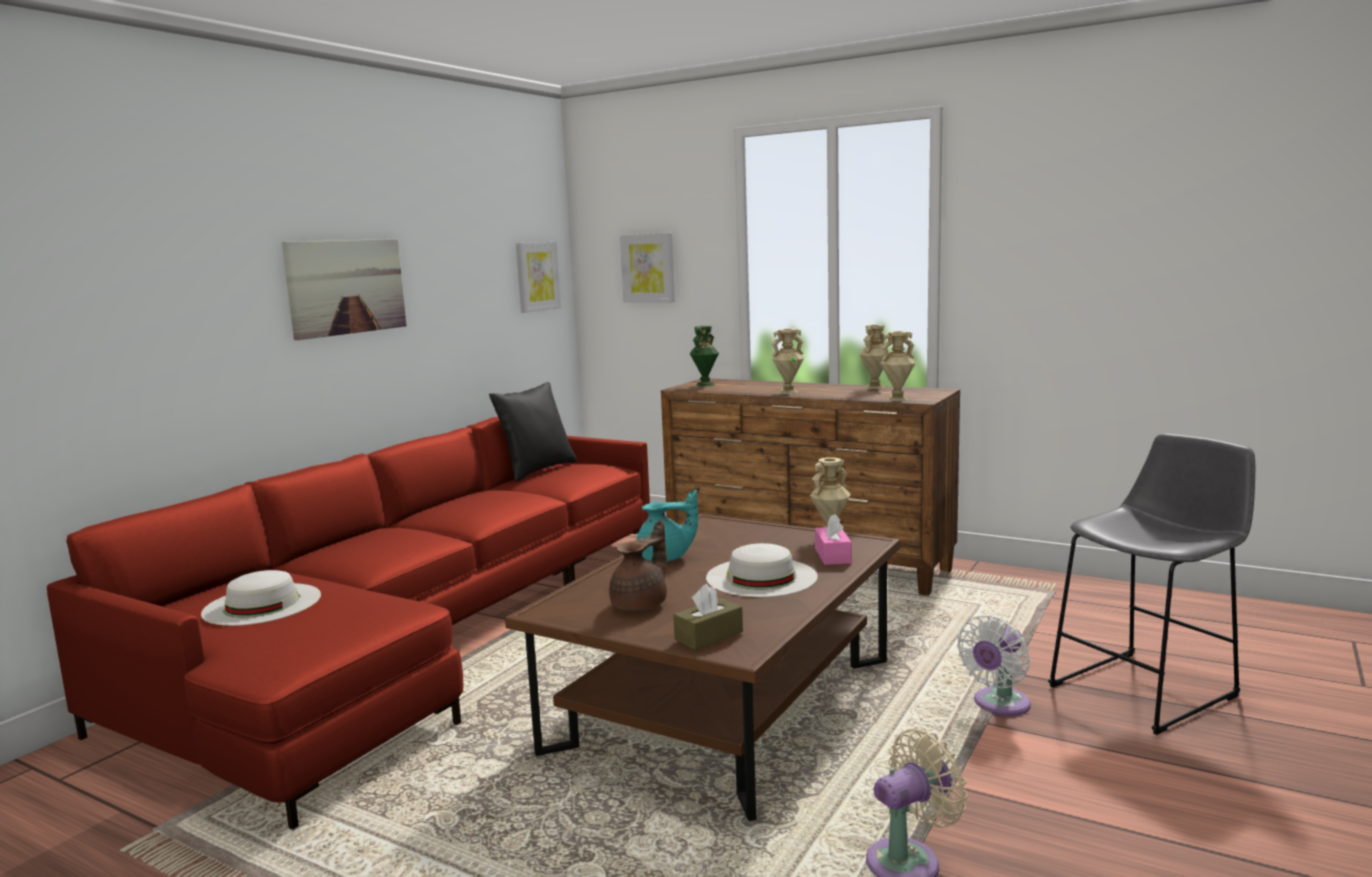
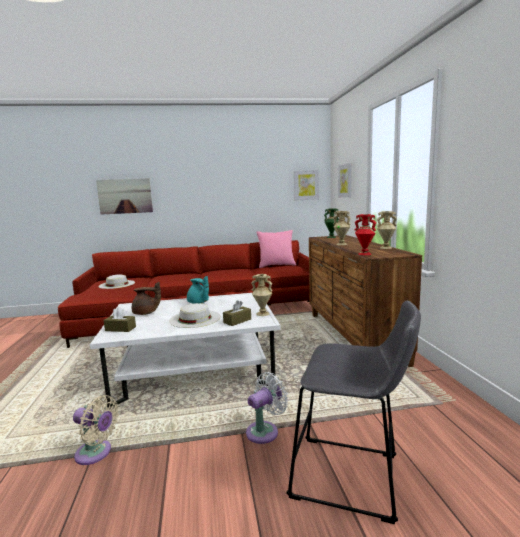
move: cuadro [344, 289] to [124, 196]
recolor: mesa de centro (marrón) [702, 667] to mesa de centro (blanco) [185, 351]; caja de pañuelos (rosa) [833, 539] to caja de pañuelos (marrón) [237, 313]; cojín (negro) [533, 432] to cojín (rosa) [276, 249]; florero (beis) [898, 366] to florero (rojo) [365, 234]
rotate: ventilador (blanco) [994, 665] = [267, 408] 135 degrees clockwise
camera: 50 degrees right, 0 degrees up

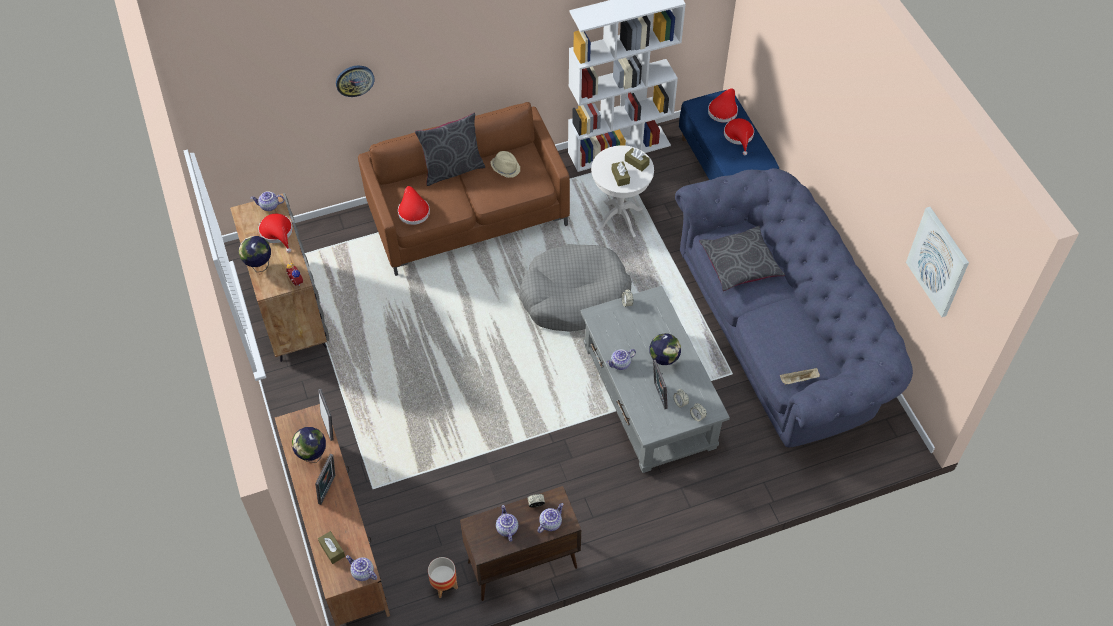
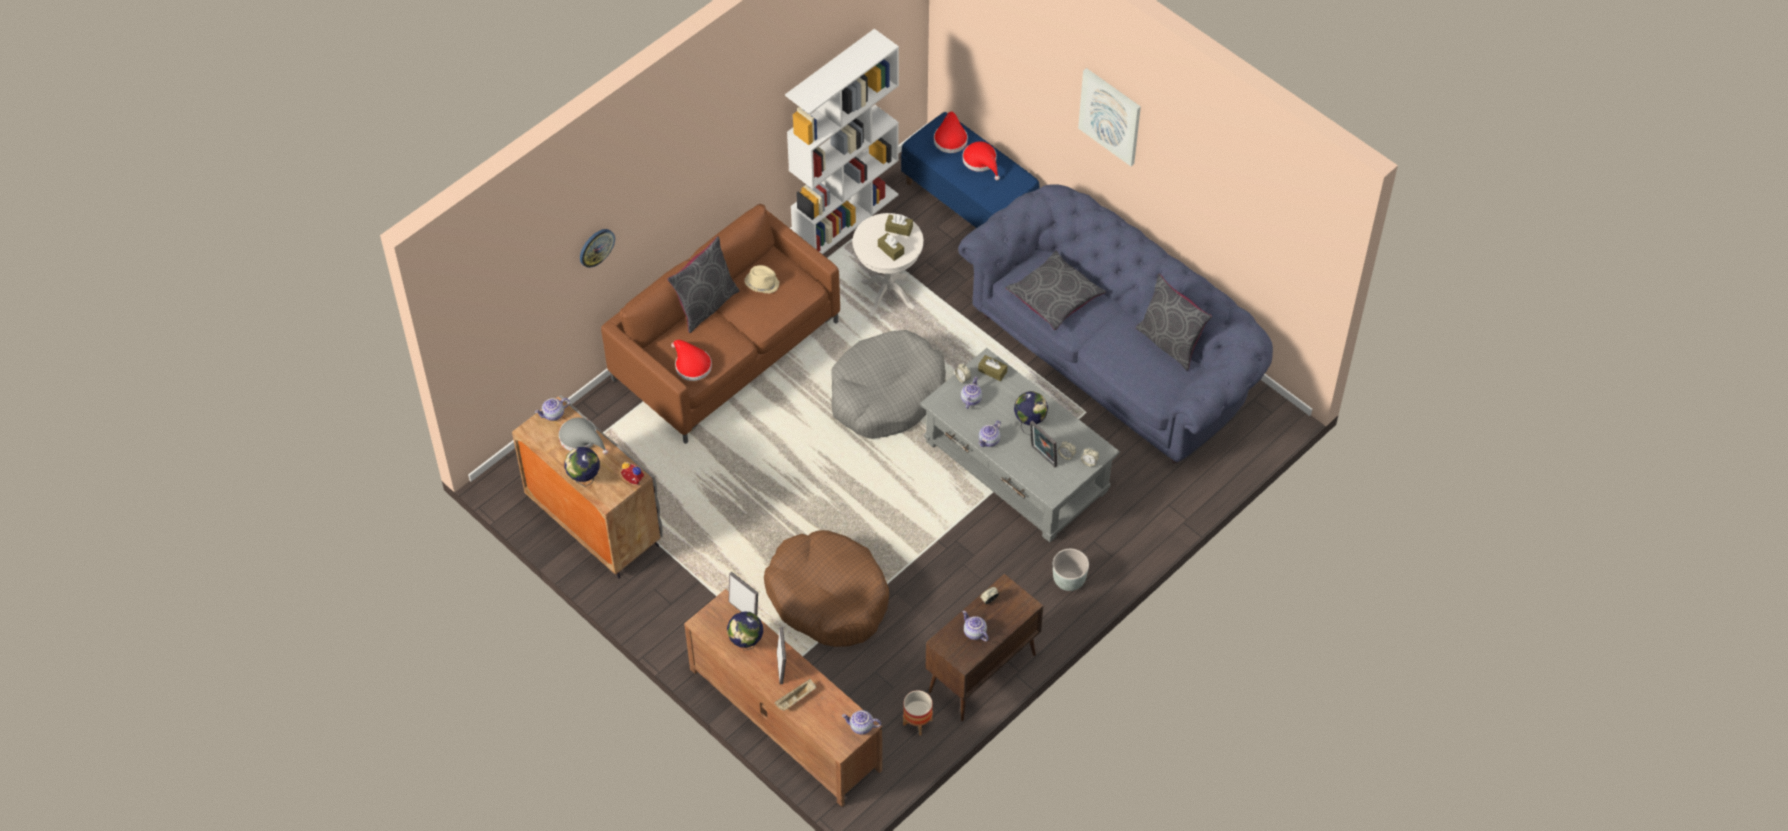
insert: cama para perro (marrón) [826, 588]; maceta (gris) [1071, 570]; cojín (gris) [1174, 322]
move: bandeja (beis) [800, 376] to [795, 695]; tetera [551, 518] to [971, 392]; caja de pañuelos (marrón) [331, 547] to [993, 368]; cuadro [937, 262] to [1109, 117]
recolor: sombrero (rojo) [275, 233] to sombrero (gris) [583, 436]
camera: 25 degrees left, 0 degrees up

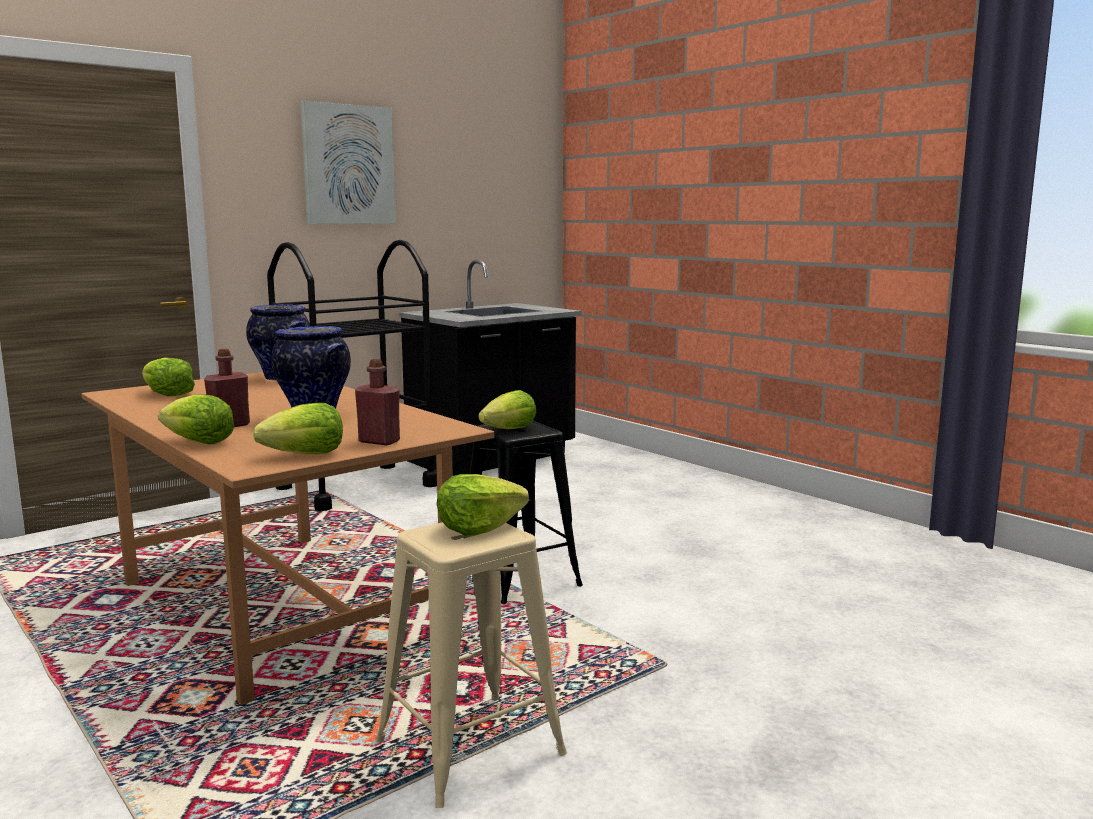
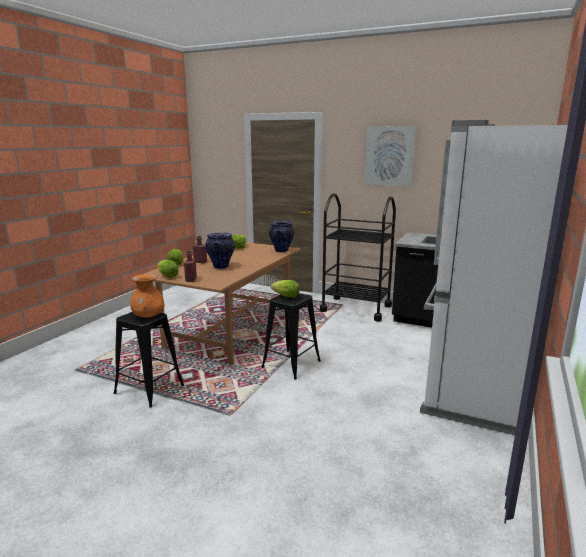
insert: nevera (blanco) [494, 277]
replace: lechuga [483, 505] to florero (naranja) [147, 296]
recolor: taburete (beis) [471, 665] to taburete (negro) [149, 359]
camera: 65 degrees right, 5 degrees up

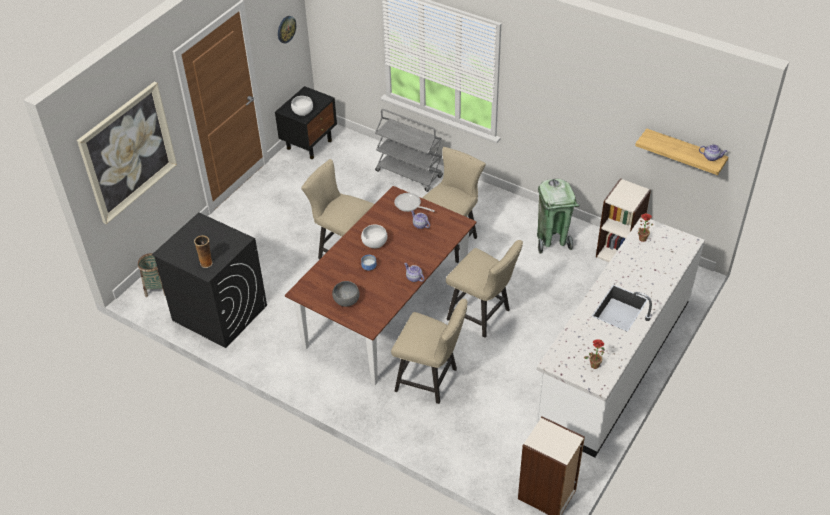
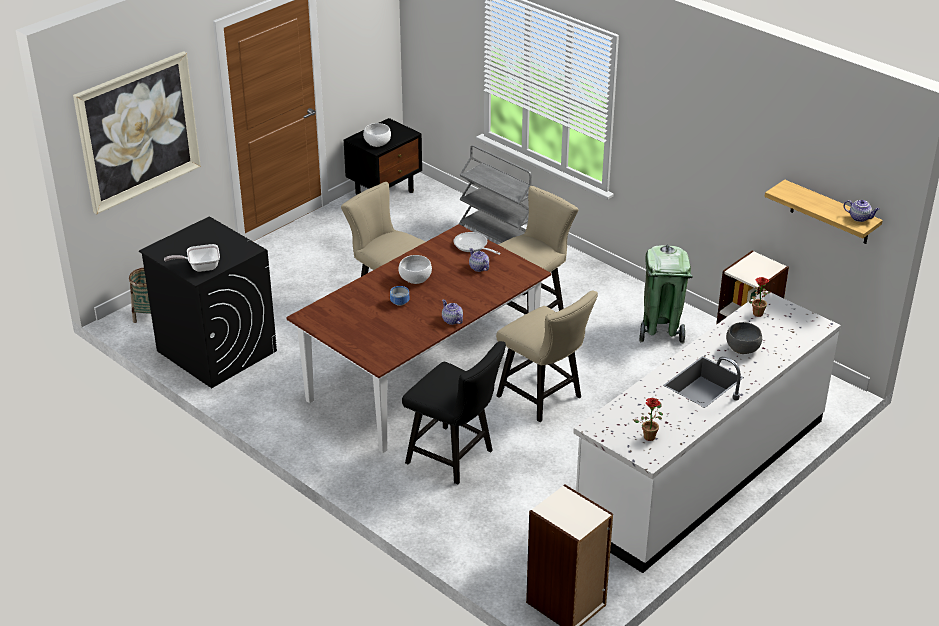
delete: reloj de pared [287, 29]
move: cuenco (gris) [346, 294] to [744, 338]
replace: florero [203, 251] to sartén [192, 258]
recolor: silla (beis) [429, 351] to silla (negro) [454, 413]
camera: 10 degrees right, 10 degrees down

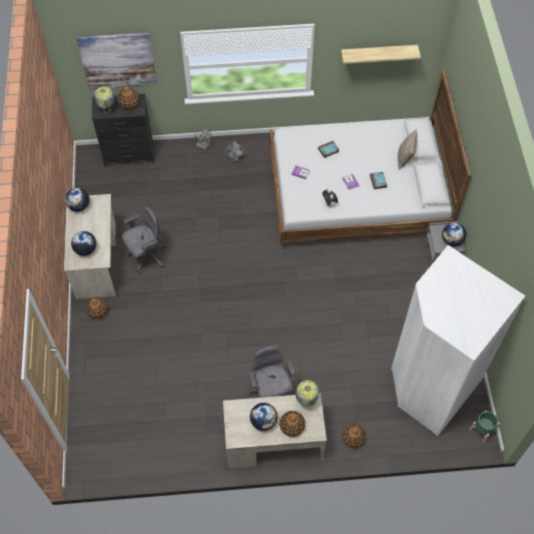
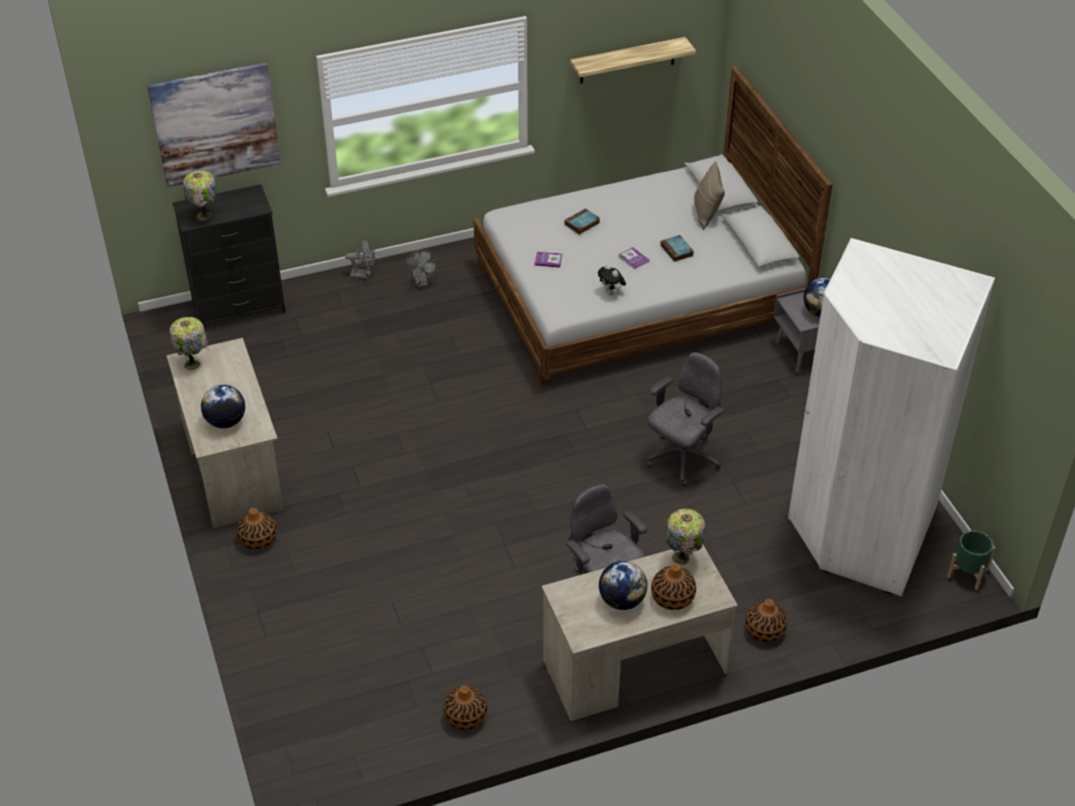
move: florero [128, 97] to [465, 707]; silla de oficina (gris) [144, 240] to [685, 419]
replace: globo terráqueo [77, 200] to lámpara de mesa [188, 343]
camera: 15 degrees left, 15 degrees down

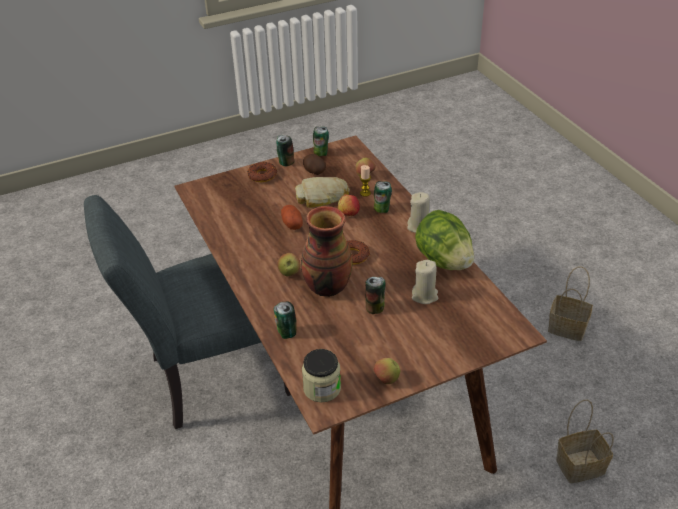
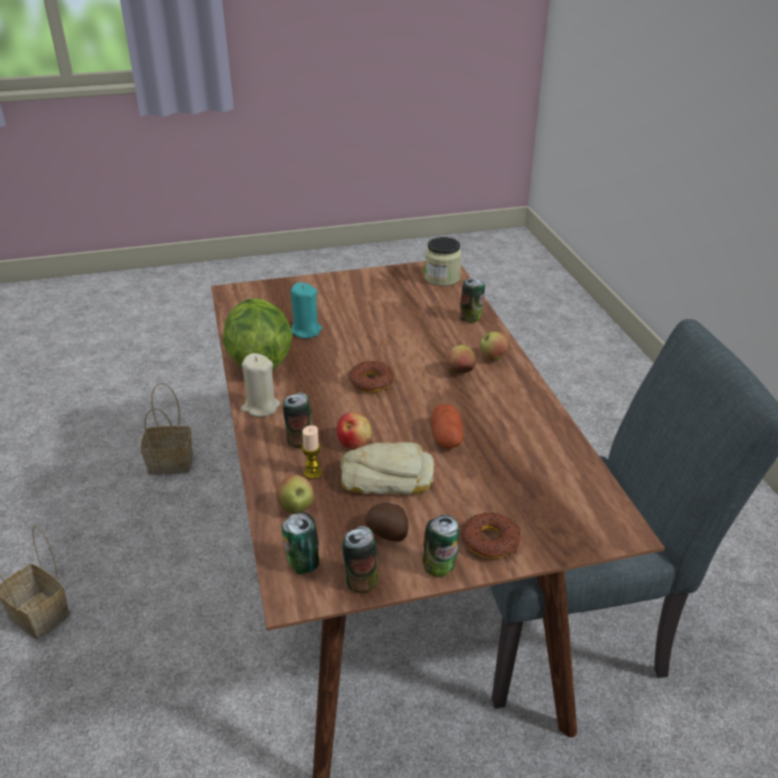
delete: florero [326, 251]
move: lata [376, 295] to [300, 543]; manzana [387, 371] to [495, 346]
recolor: vela (beis) [425, 282] to vela (turquesa) [306, 310]
camera: 170 degrees left, 5 degrees down

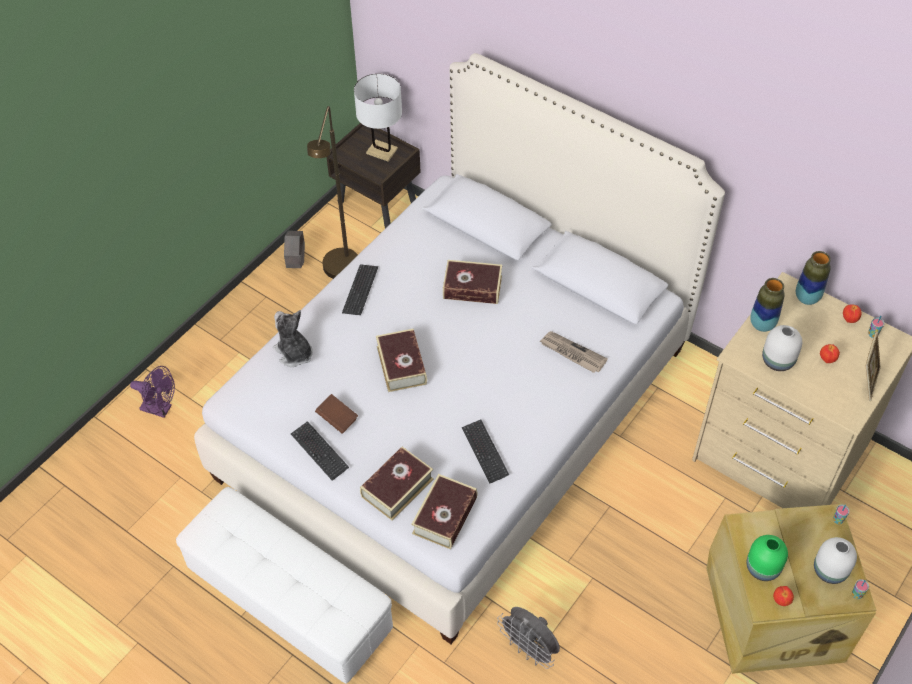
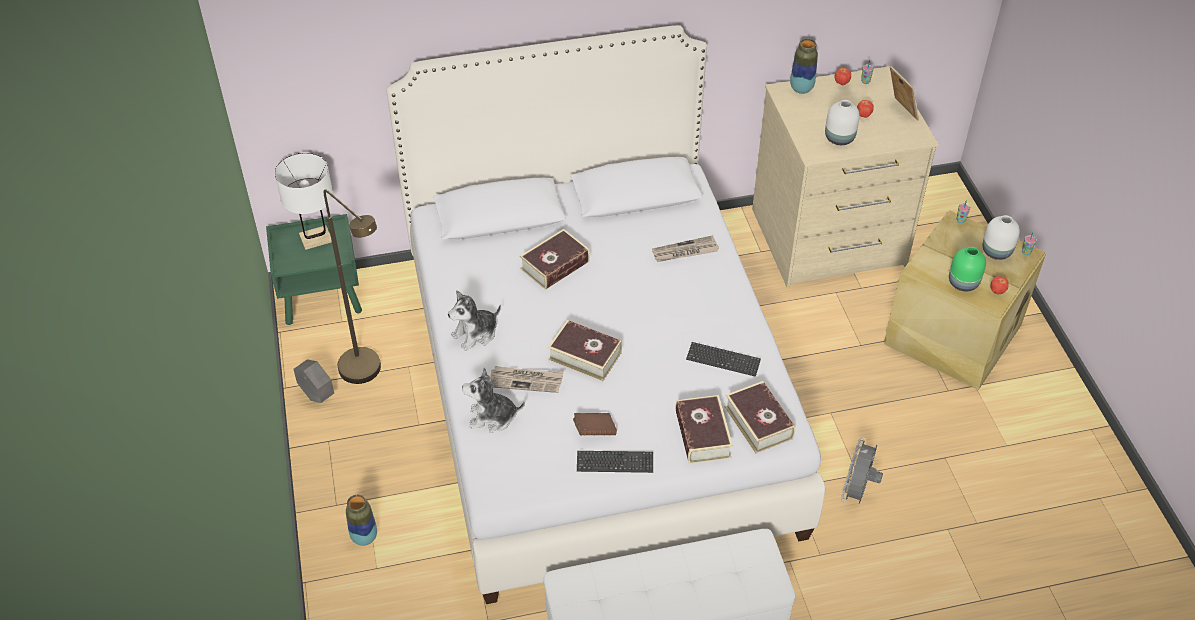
delete: ventilador (morado) [152, 392]
insert: periódico [527, 379]
move: florero [767, 305] to [361, 520]
replace: teclado [360, 289] to peluche [474, 320]
recolor: mesita de noche (marrón) [374, 175] to mesita de noche (verde) [314, 269]
rotate: ventilador (gris) [528, 638] = [862, 470] 120 degrees clockwise
camera: 50 degrees left, 5 degrees down

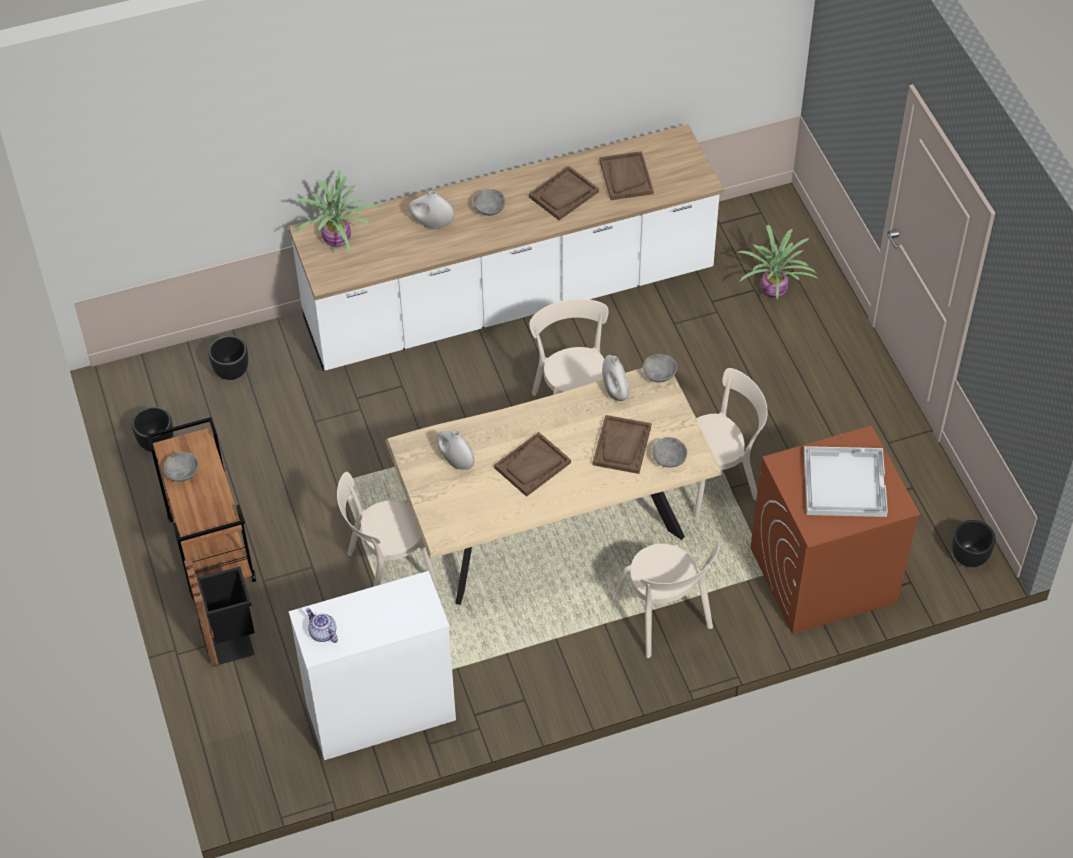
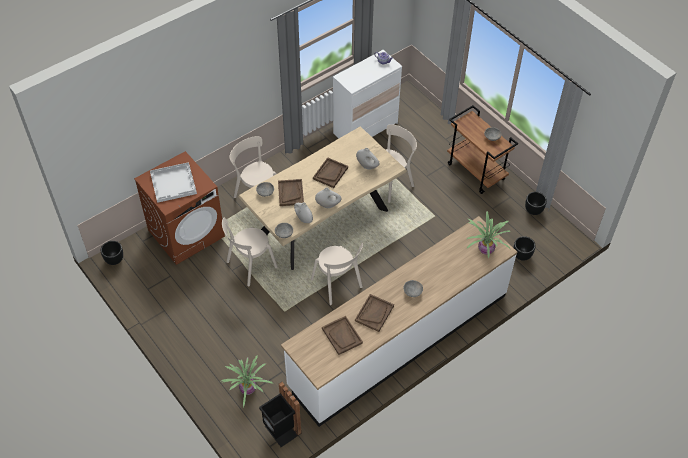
move: papelera (negro) [219, 613] to [280, 414]; florero (blanco) [431, 210] to [328, 198]
camera: 160 degrees right, 0 degrees up

